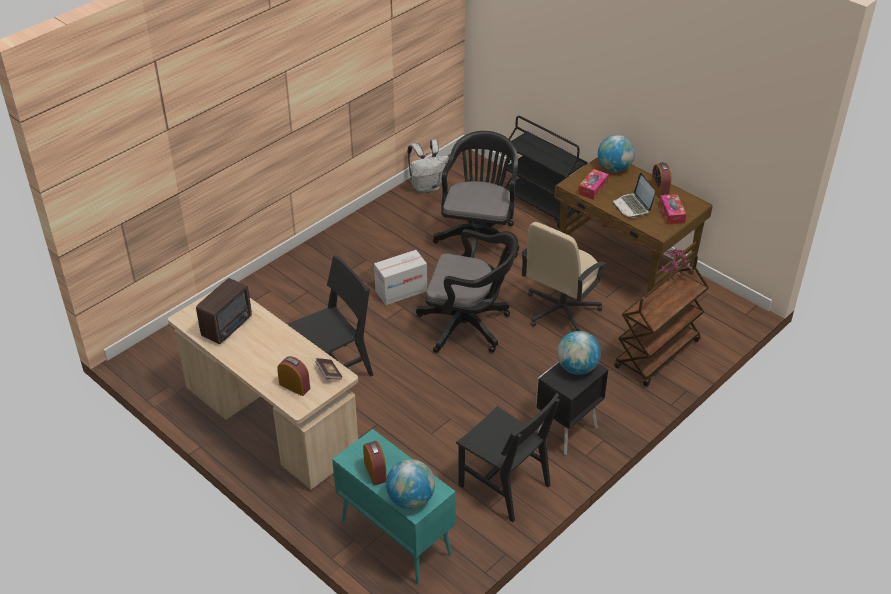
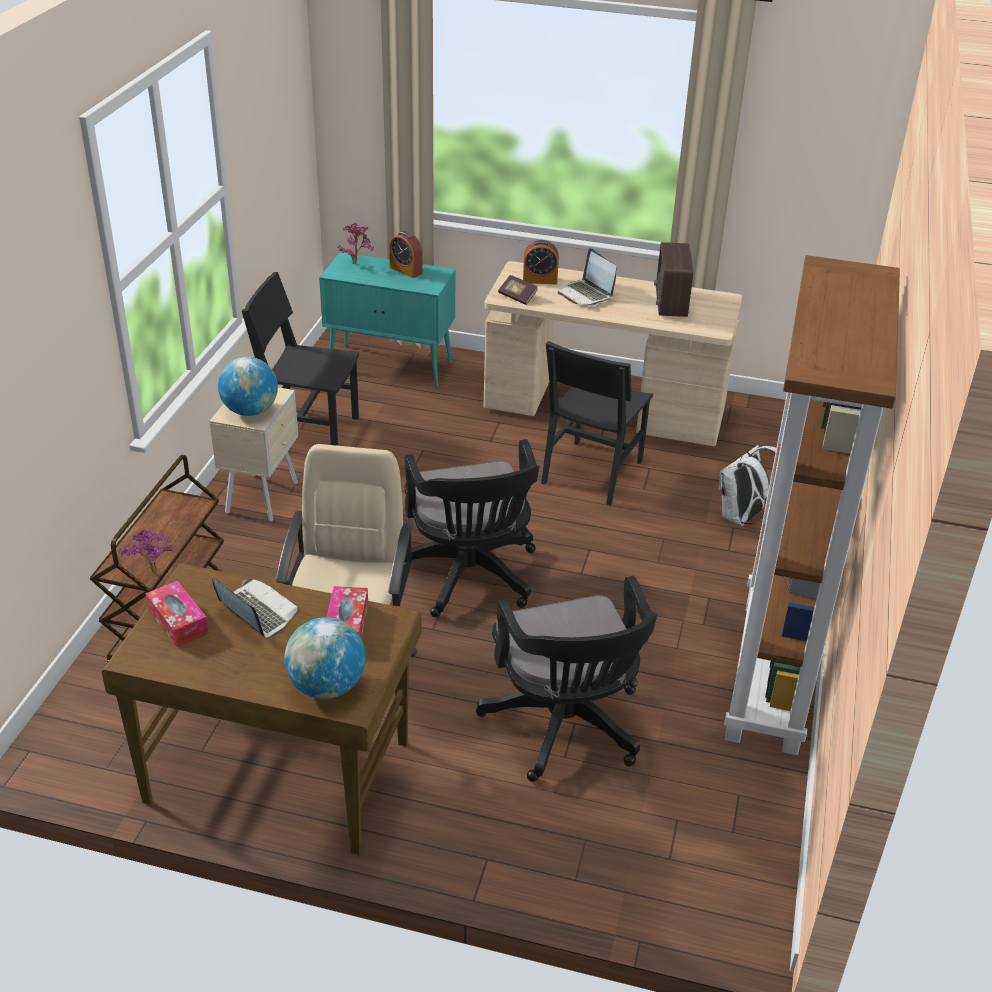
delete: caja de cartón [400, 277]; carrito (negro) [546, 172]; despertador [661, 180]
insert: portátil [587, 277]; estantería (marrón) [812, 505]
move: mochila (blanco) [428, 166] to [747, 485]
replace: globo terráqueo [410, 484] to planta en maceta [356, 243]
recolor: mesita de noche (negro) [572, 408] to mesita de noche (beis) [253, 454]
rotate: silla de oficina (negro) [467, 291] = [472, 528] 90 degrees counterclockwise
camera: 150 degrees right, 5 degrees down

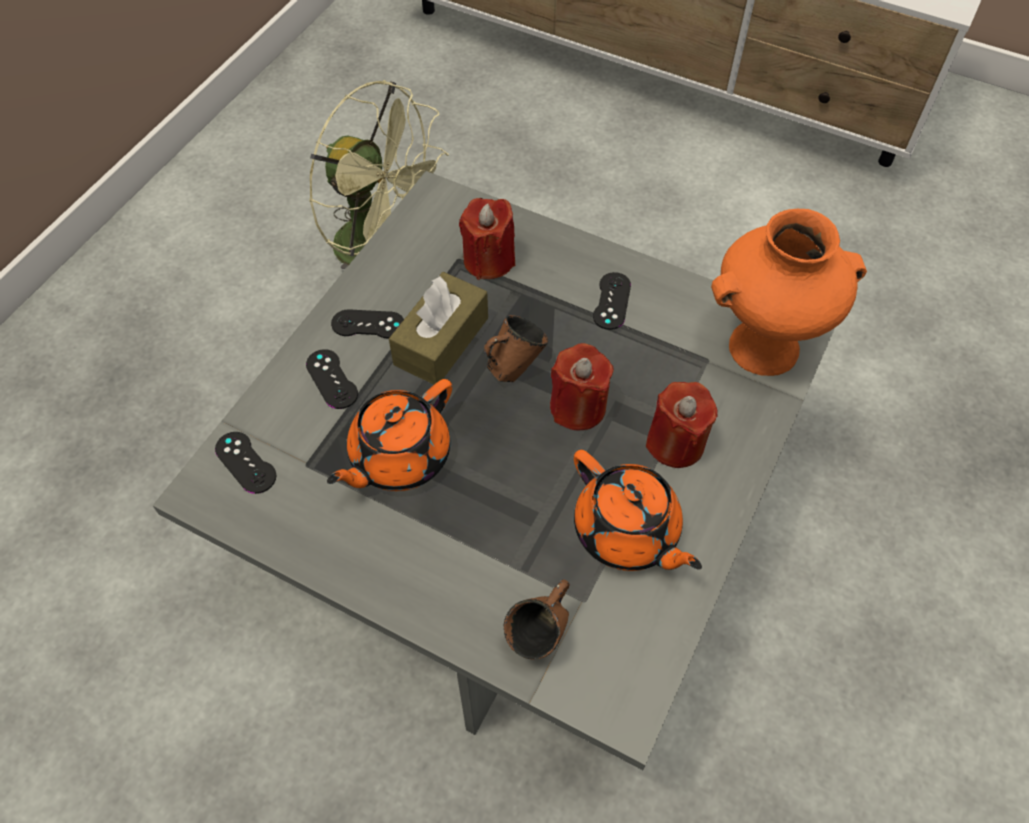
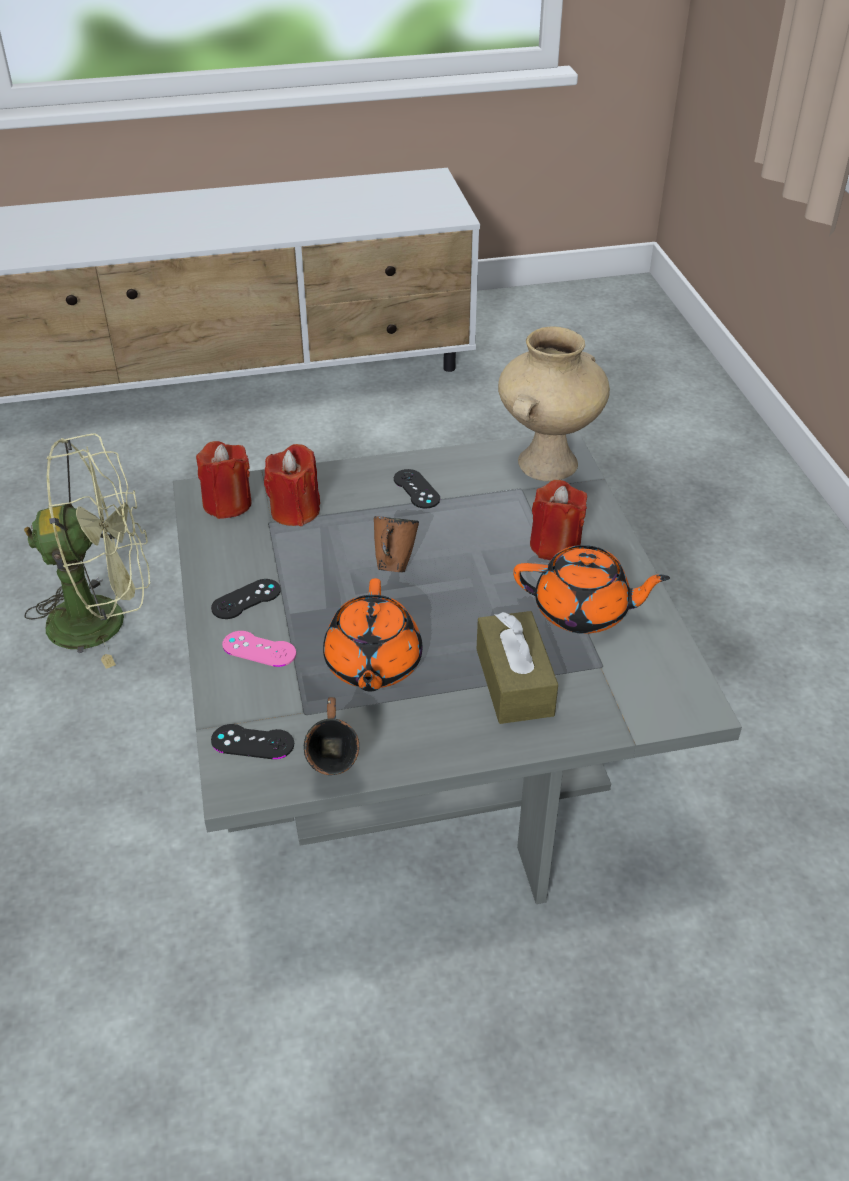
move: vela (rojo) [582, 386] to [224, 480]; taza grande (marrón) [537, 619] to [331, 736]; caja de pañuelos (marrón) [438, 328] to [517, 667]
recolor: mando de consola (negro) [332, 379] to mando de consola (rosa) [259, 649]; florero (naranja) [789, 292] to florero (beis) [554, 403]
camera: 40 degrees left, 15 degrees down

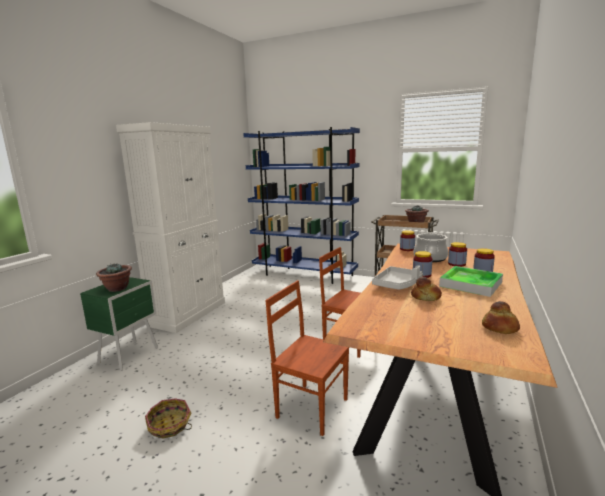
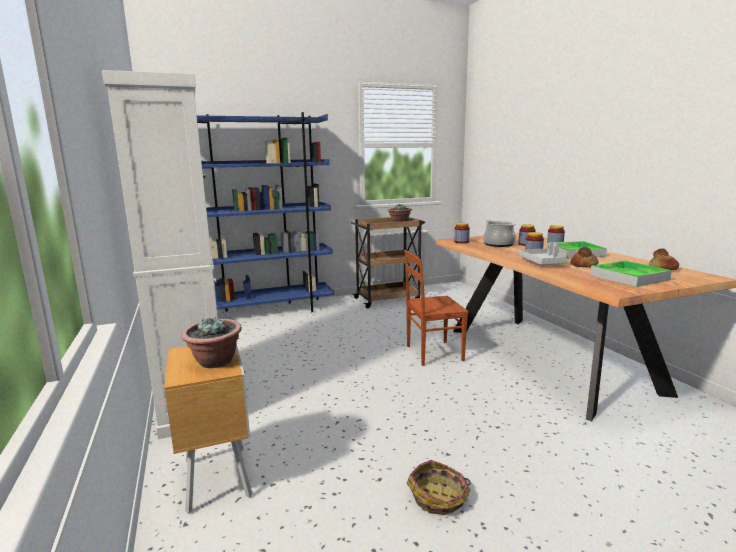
delete: silla (marrón) [307, 358]
insert: bandeja [631, 273]
recolor: mesita de noche (verde) [119, 324] to mesita de noche (marrón) [208, 428]
camera: 45 degrees left, 0 degrees up

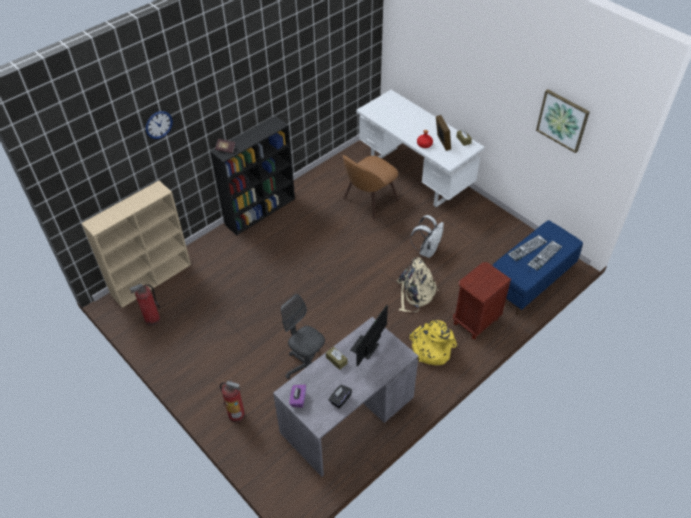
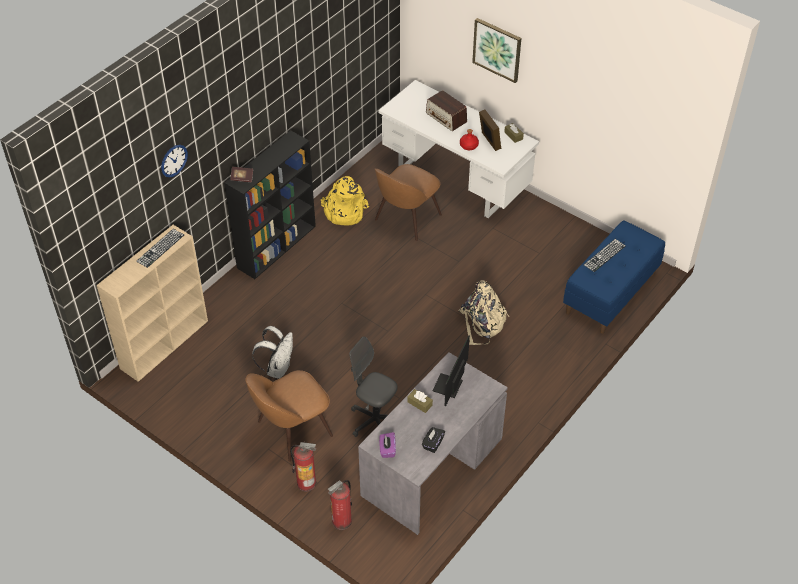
delete: mesita de noche (marrón) [482, 300]
insert: silla (marrón) [289, 416]; radio [446, 110]
move: teclado [545, 255] to [160, 248]; mochila (blanco) [427, 236] to [272, 352]; mochila (amarillo) [433, 342] to [344, 201]; extintor [144, 304] to [340, 505]; cuadro [563, 121] to [496, 50]
camera: 10 degrees left, 0 degrees up

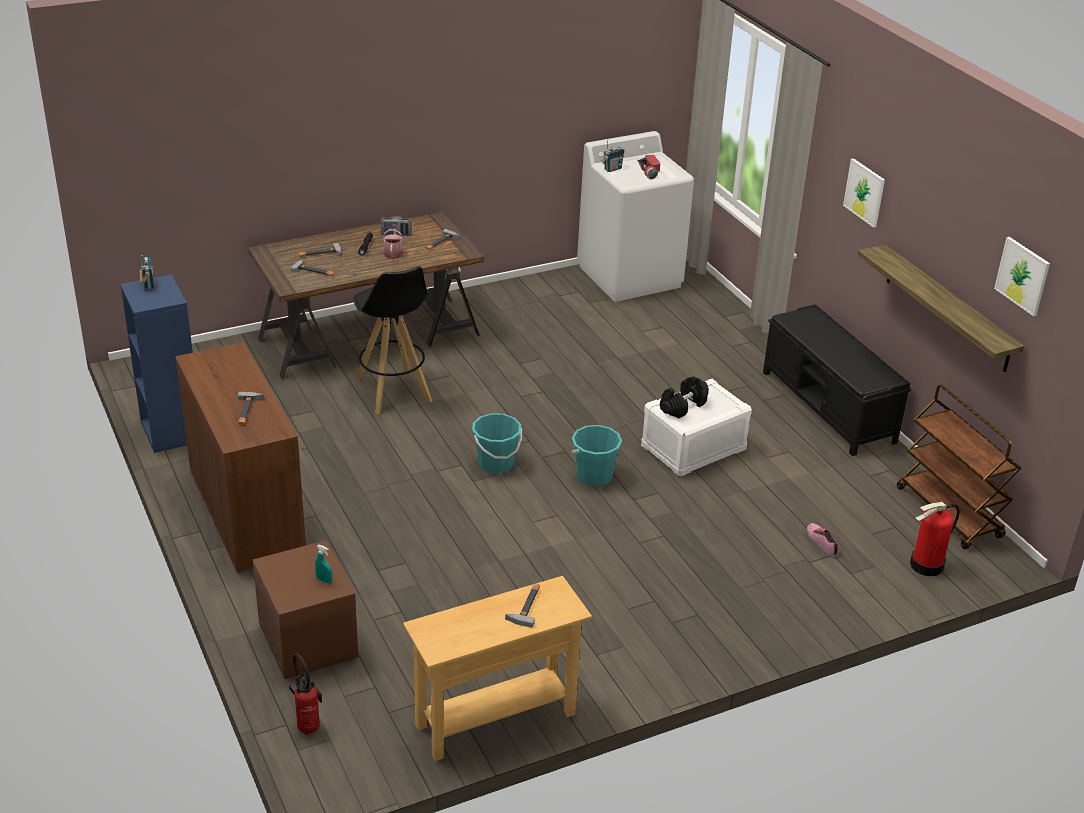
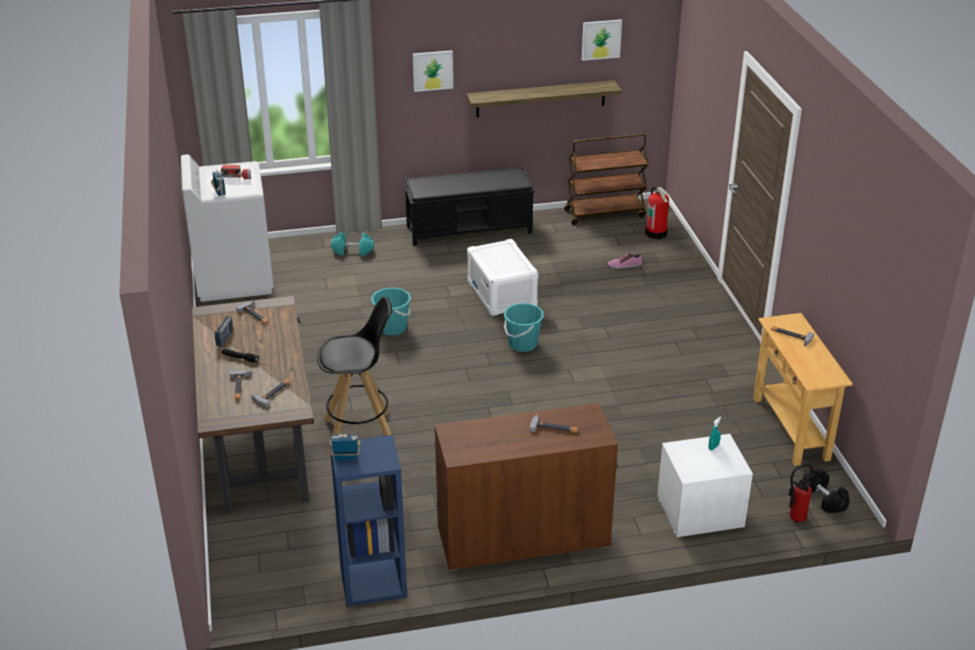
delete: regadera [393, 242]
insert: mancuerna (turquesa) [352, 244]
move: cubo (turquesa) [497, 443] to [391, 312]; mancuerna (negro) [684, 398] to [826, 491]
recolor: mesita de noche (marrón) [305, 609] to mesita de noche (blanco) [705, 485]
camera: 75 degrees left, 0 degrees up

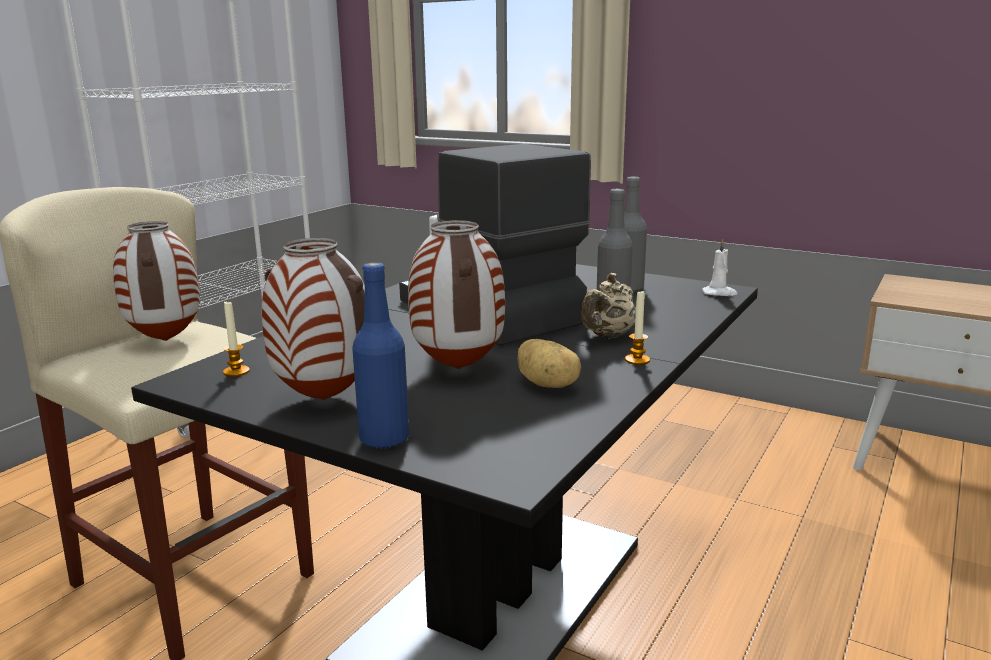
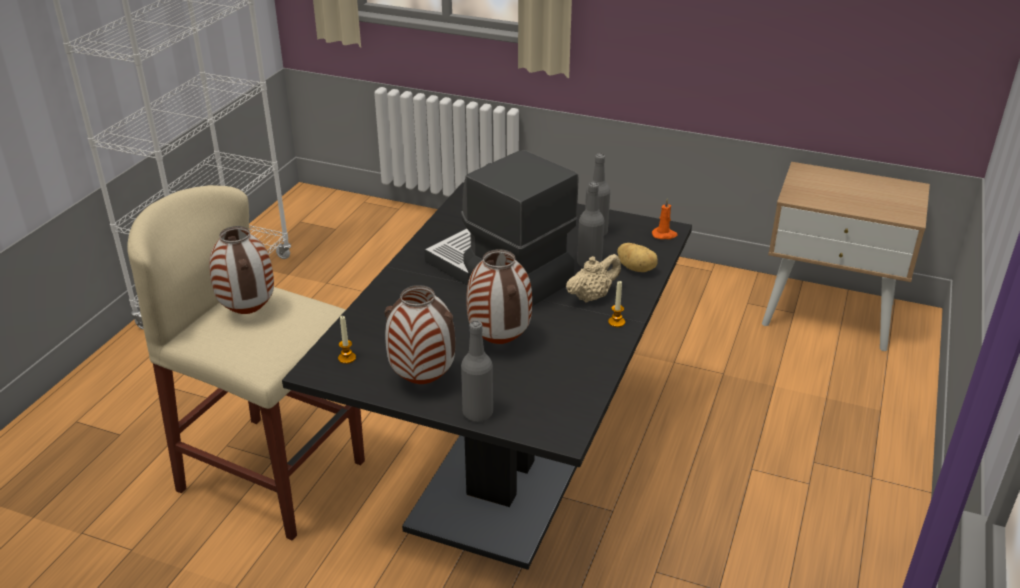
move: patata [549, 363] to [637, 257]
recolor: botella (azul) [380, 355] to botella (gris) [477, 371]; vela (blanco) [719, 267] to vela (naranja) [665, 218]
rotate: tetera (beis) [608, 306] = [593, 278] 150 degrees counterclockwise
camera: 10 degrees left, 15 degrees up

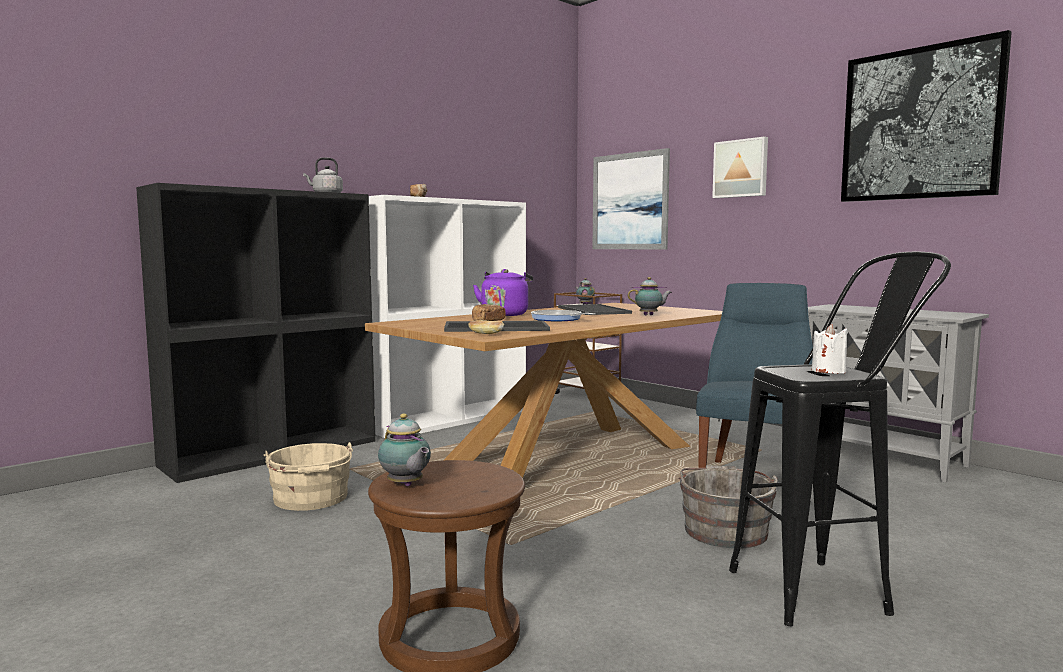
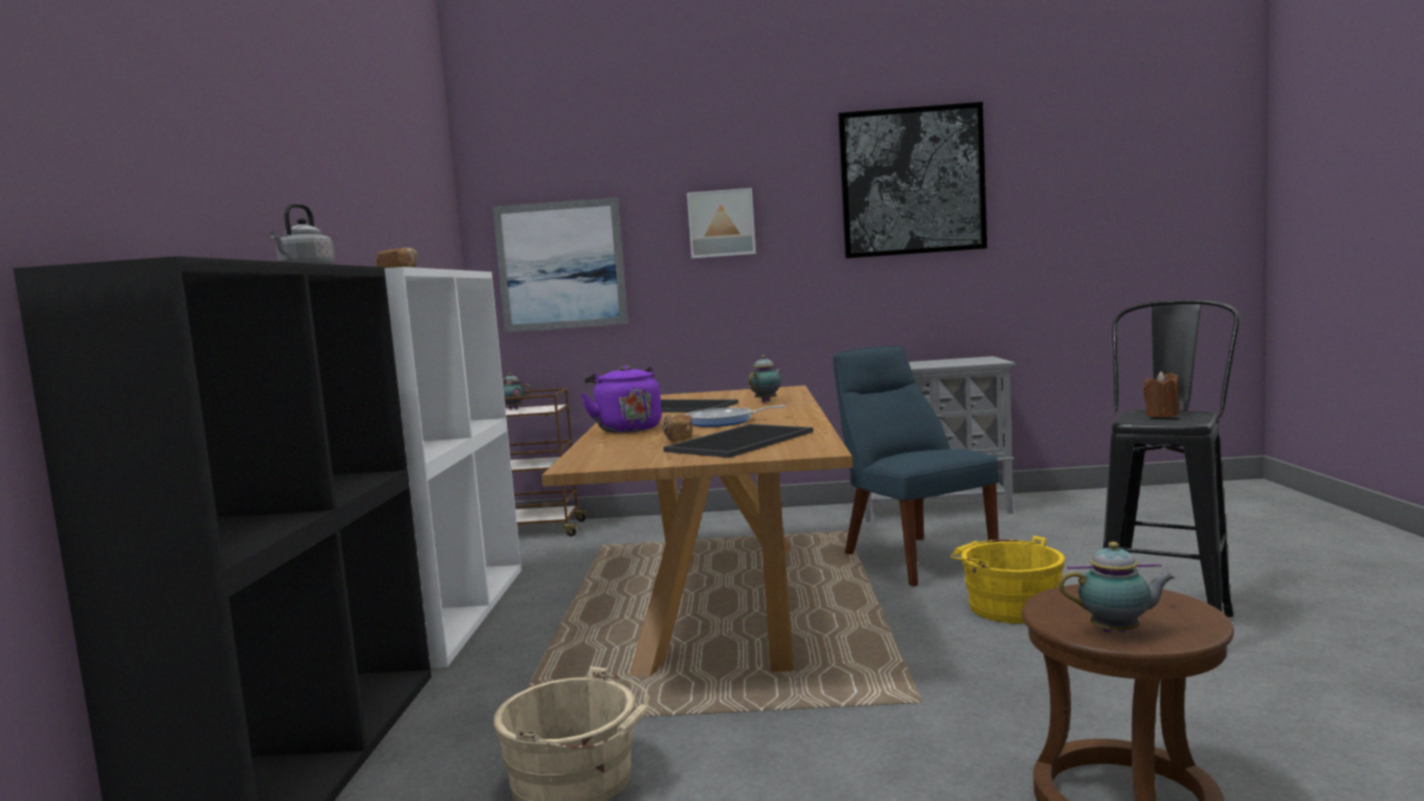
delete: pan [486, 327]
recolor: cubo (gris) [728, 506] to cubo (amarillo) [1007, 580]; vela (blanco) [830, 348] to vela (marrón) [1161, 394]
camera: 45 degrees left, 0 degrees up

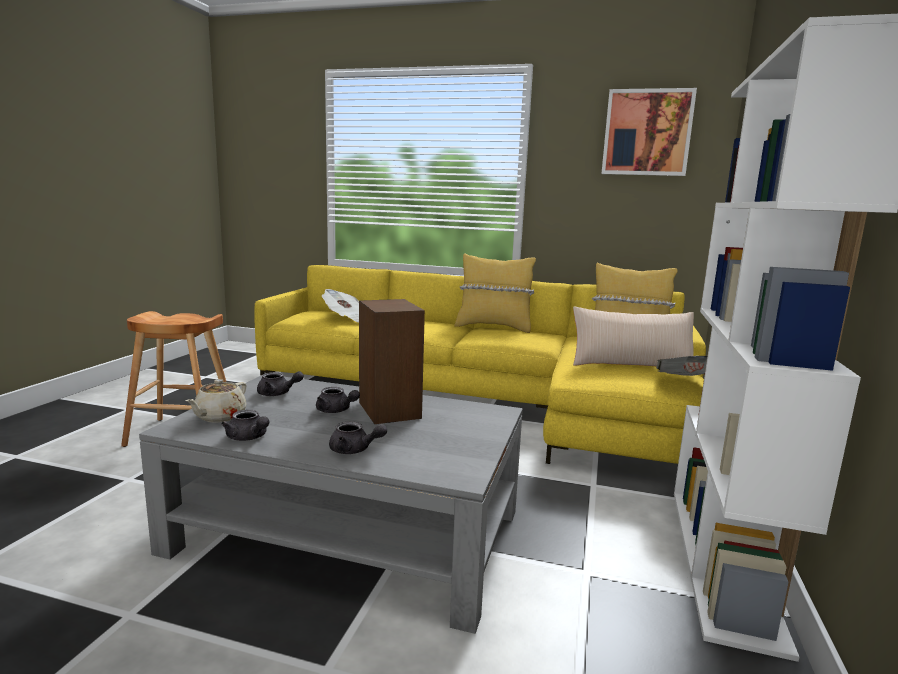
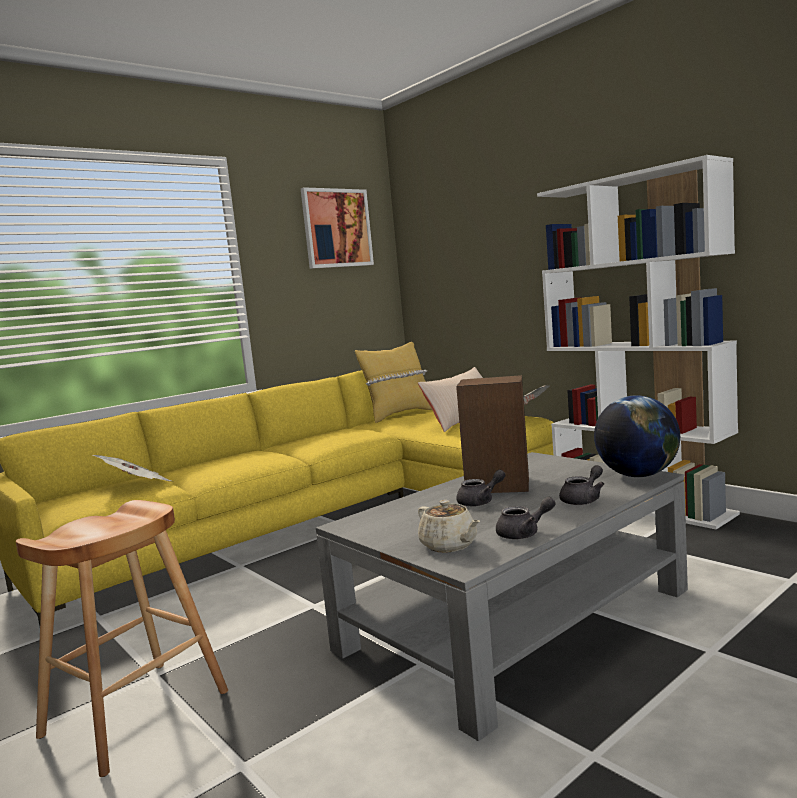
delete: tetera (gris) [280, 383]; cojín (amarillo) [495, 293]
insert: globo terráqueo [637, 436]
camera: 55 degrees left, 5 degrees down

